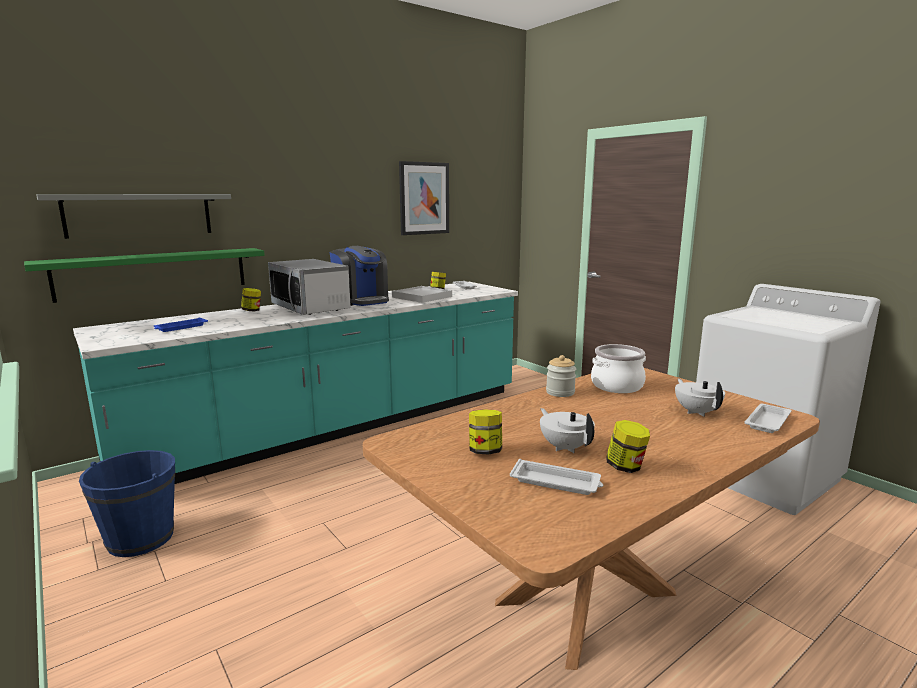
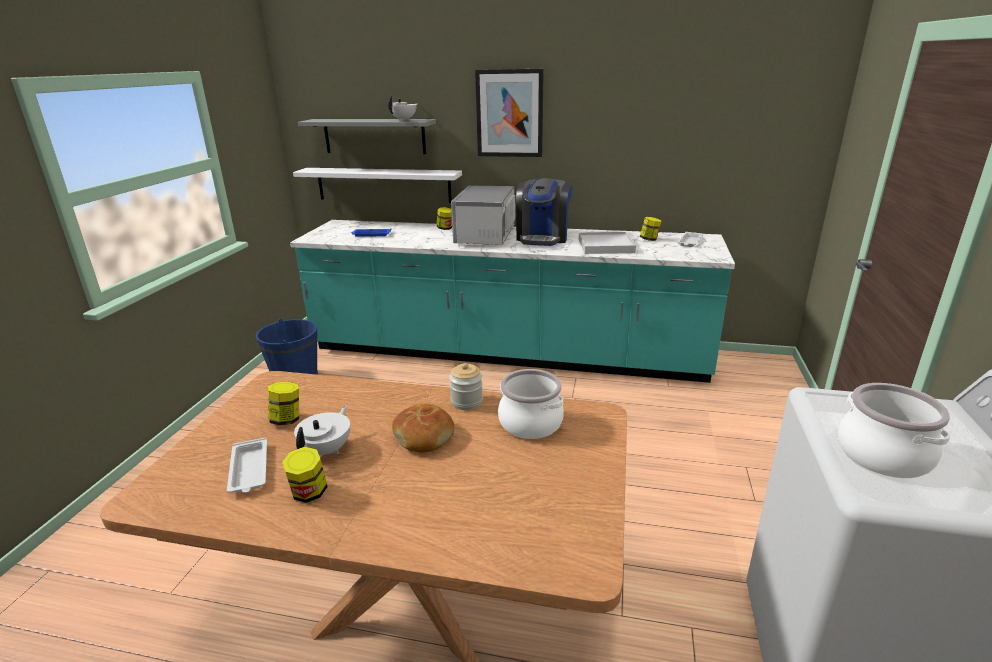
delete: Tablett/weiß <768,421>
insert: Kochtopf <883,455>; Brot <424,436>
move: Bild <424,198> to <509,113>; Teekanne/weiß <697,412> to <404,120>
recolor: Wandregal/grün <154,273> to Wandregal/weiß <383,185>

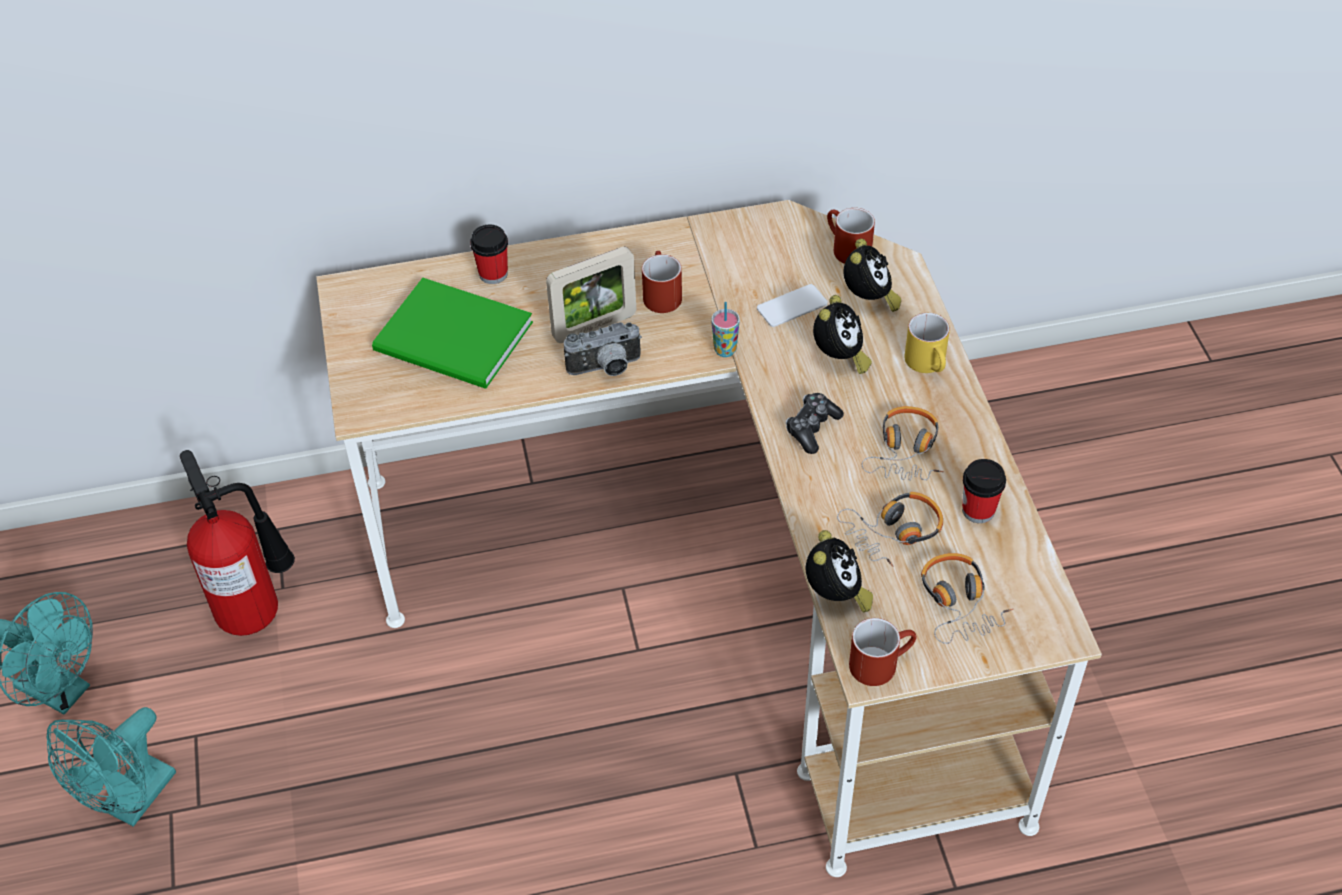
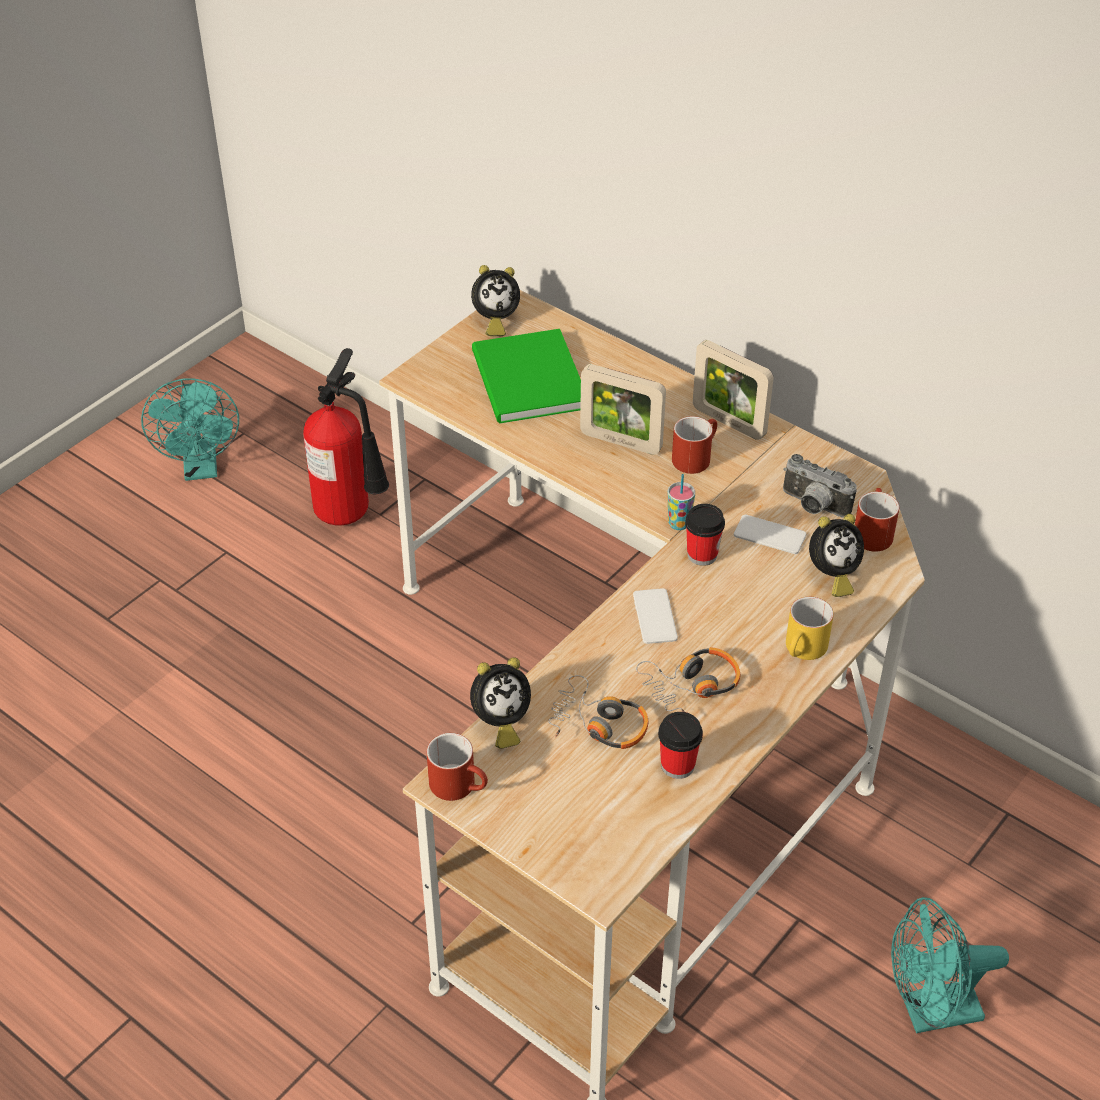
delete: Kopfhörer <959,603>
insert: Bilderrahmen <729,422>
move: Tasse <493,274> to <702,555>; Wecker <839,358> to <494,321>; Kamera <606,369> to <812,506>; Ventilator/türkis <132,802> to <930,1013>
replace: Gamepad <812,428> to Handy <655,617>

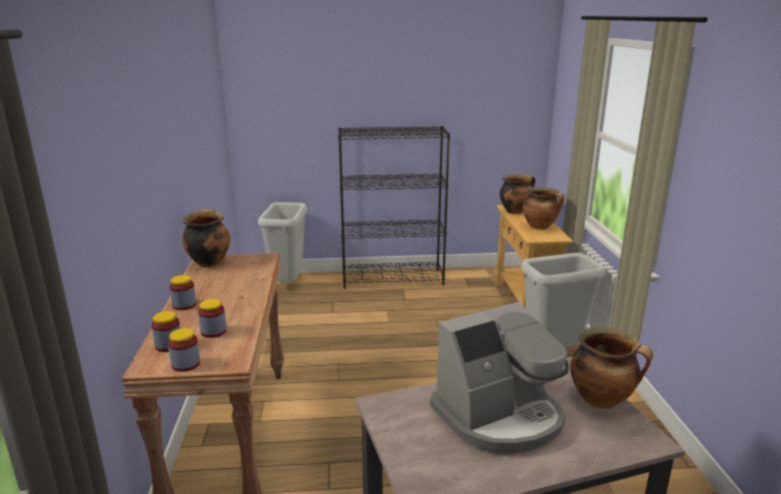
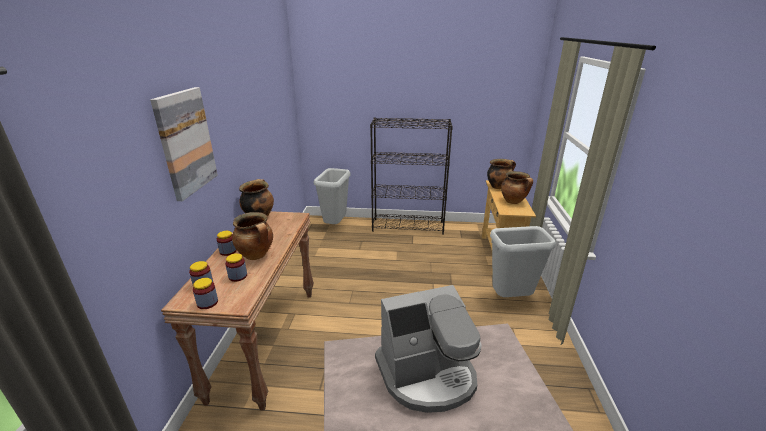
insert: Bild <185,142>
move: Kochtopf <602,400> to <257,255>

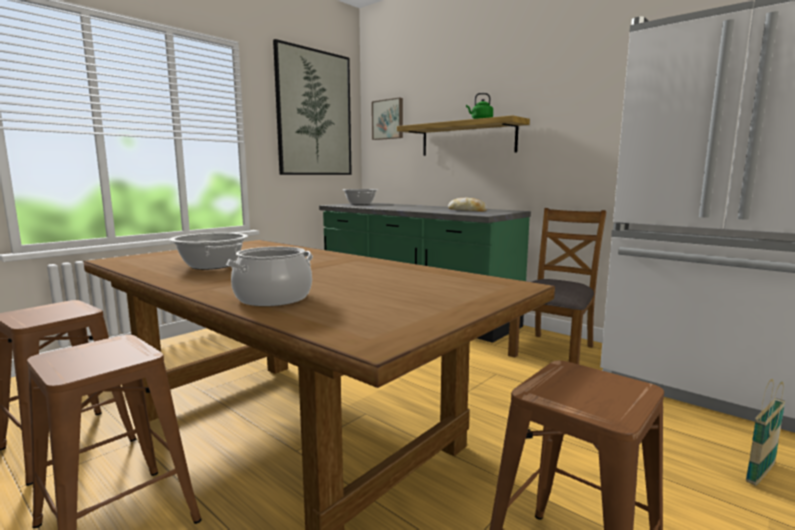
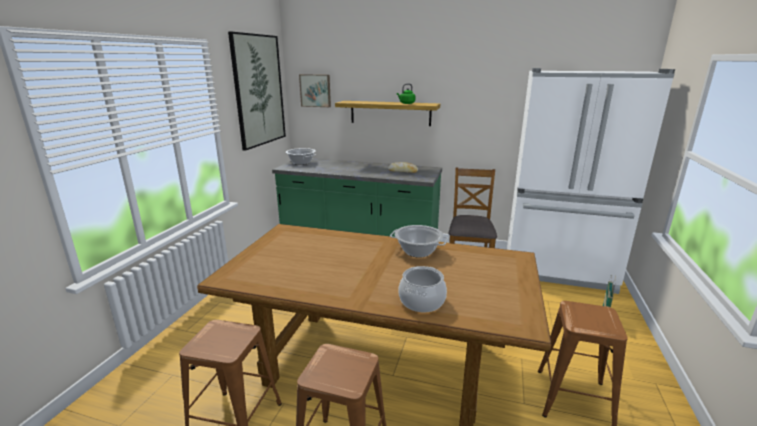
move: Kochtopf <212,266> to <418,251>

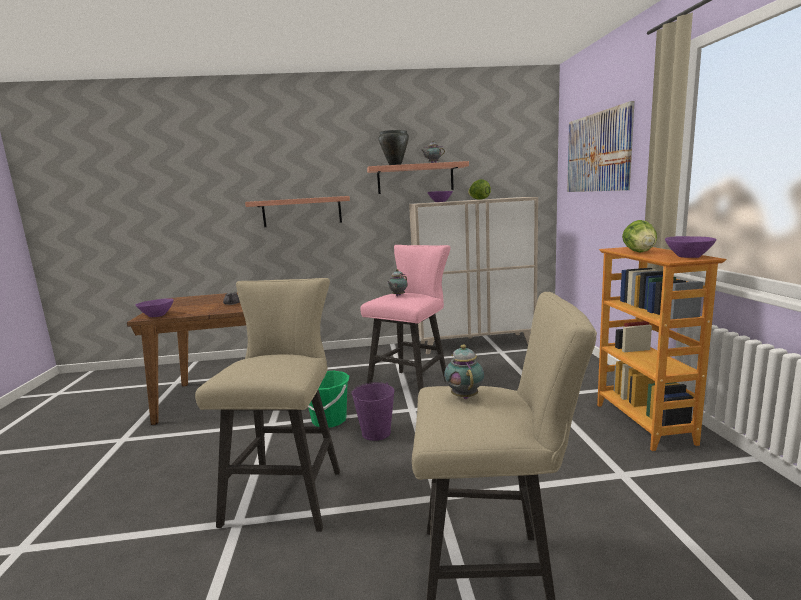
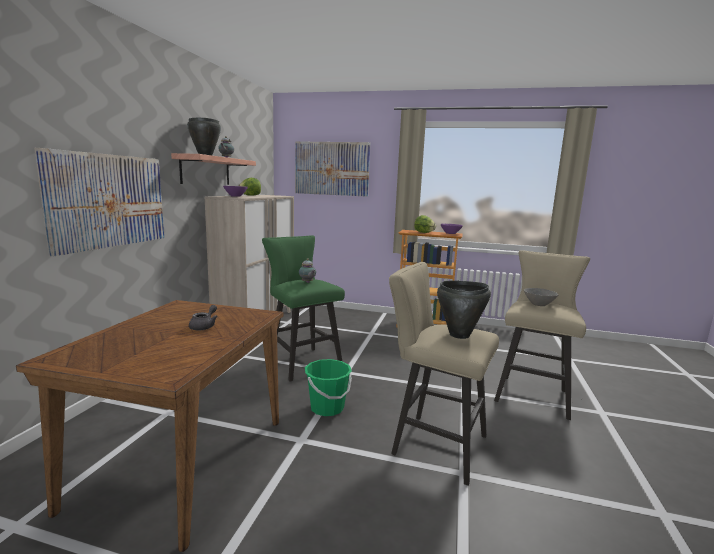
delete: Schüssel/lila <157,315>; Eimer/lila <376,433>
insert: Kochtopf/schwarz <459,335>
replace: Wandregal <302,211> to Bild <109,201>; Teekanne <464,396> to Schüssel/grau <539,304>
recolor: Hocker/rosa <412,384> to Hocker/grün <301,361>

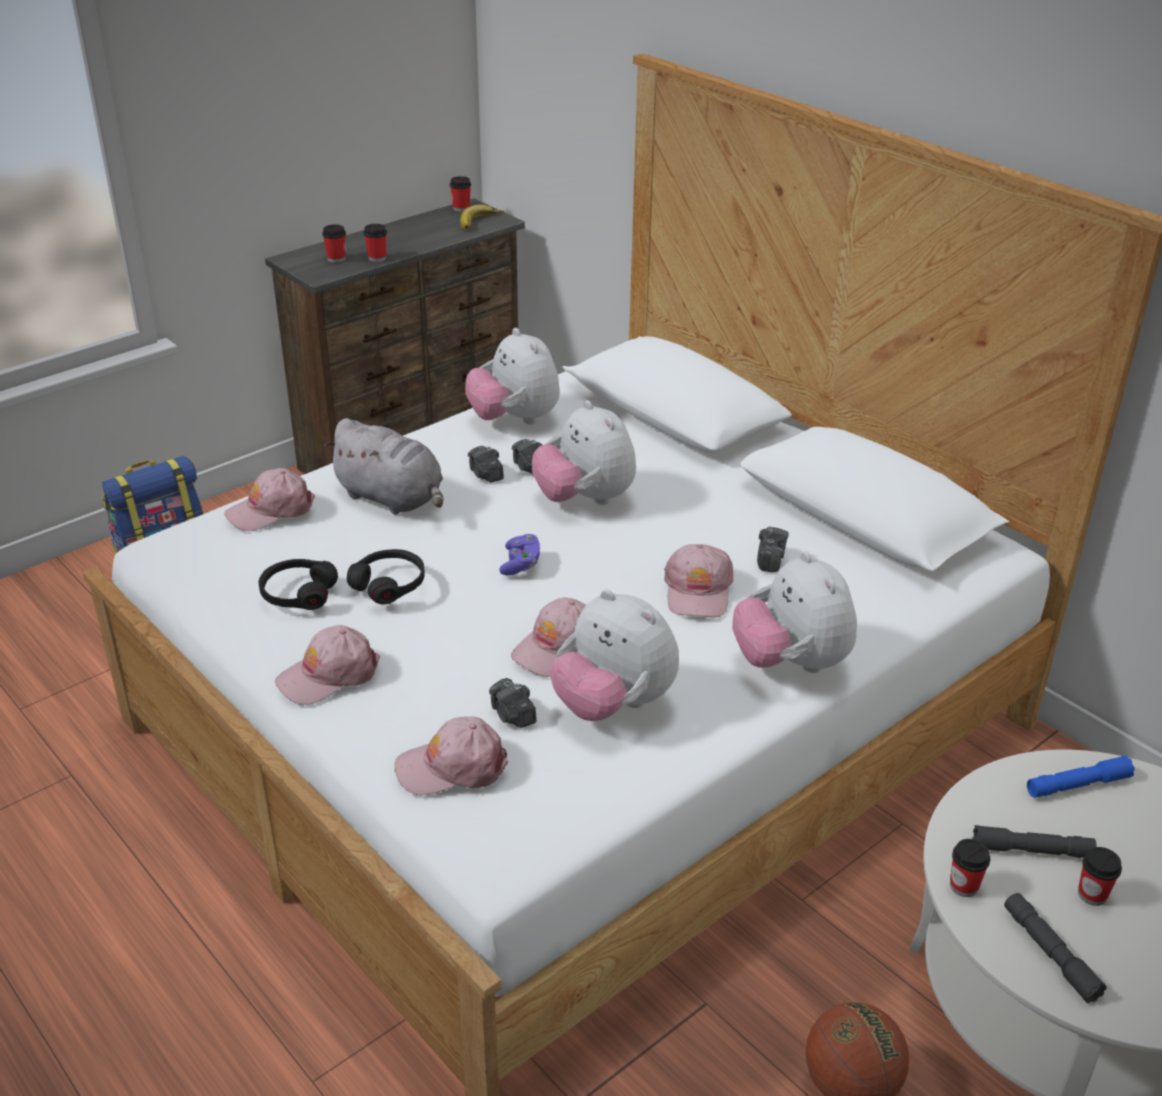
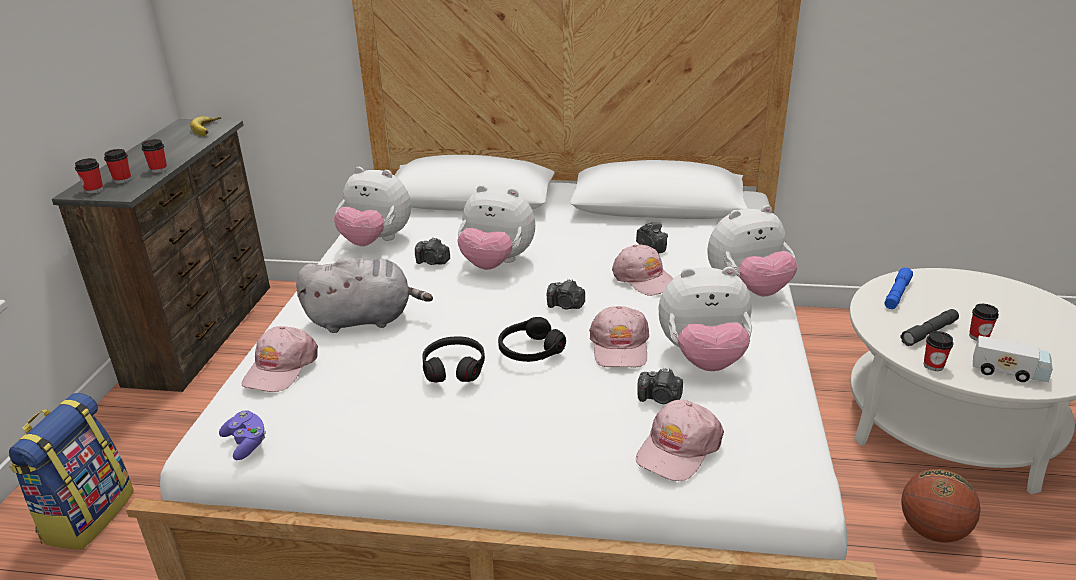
delete: Kappe/rosa <328,675>
move: Tasse <461,208> to <94,190>; Kamera <486,475> to <566,306>; Gamepad/lila <520,564> to <246,443>; Kopfhörer/schwarz <298,593> to <530,350>
replace: Taschenlampe/grau <1050,953> to Spielzeuglaster <1009,372>
rotate: Plüschtier <791,663> = <748,289> 45 degrees counterclockwise

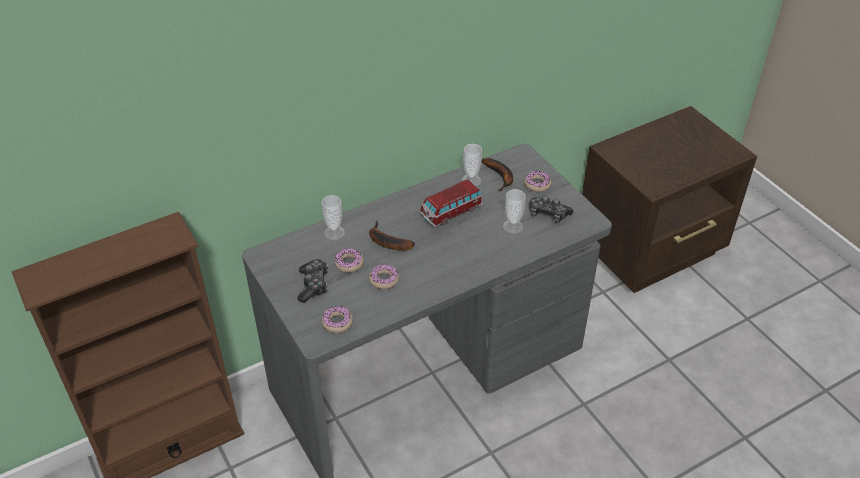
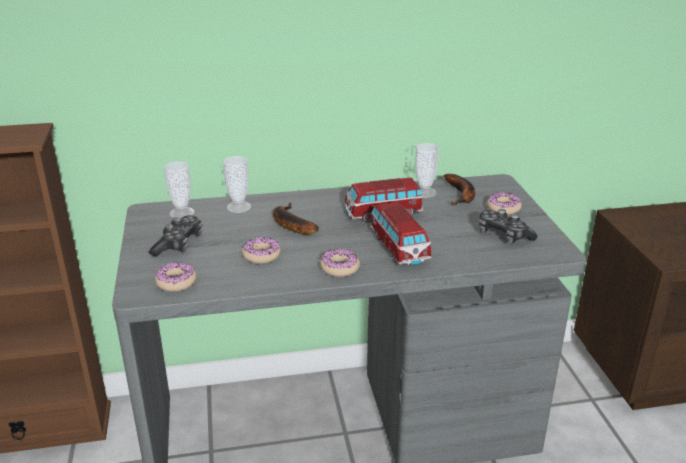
insert: Spielzeugauto <399,248>
move: Tasse <513,227> to <182,213>; Donut <349,263> to <340,268>

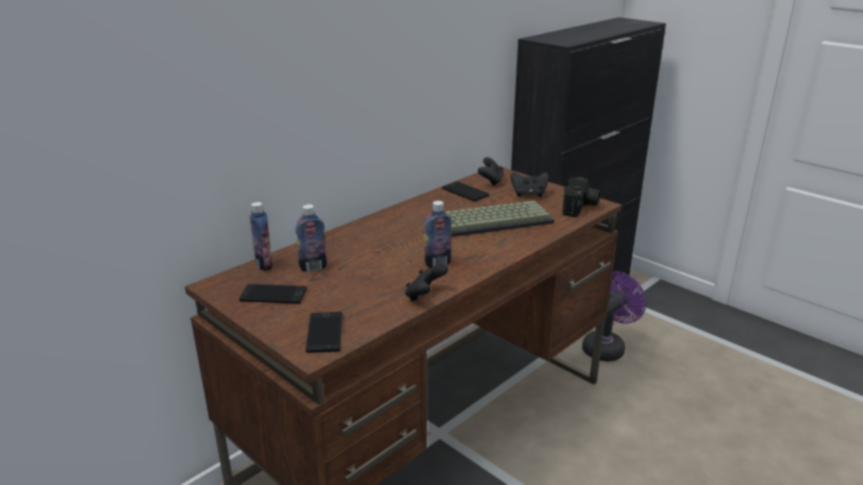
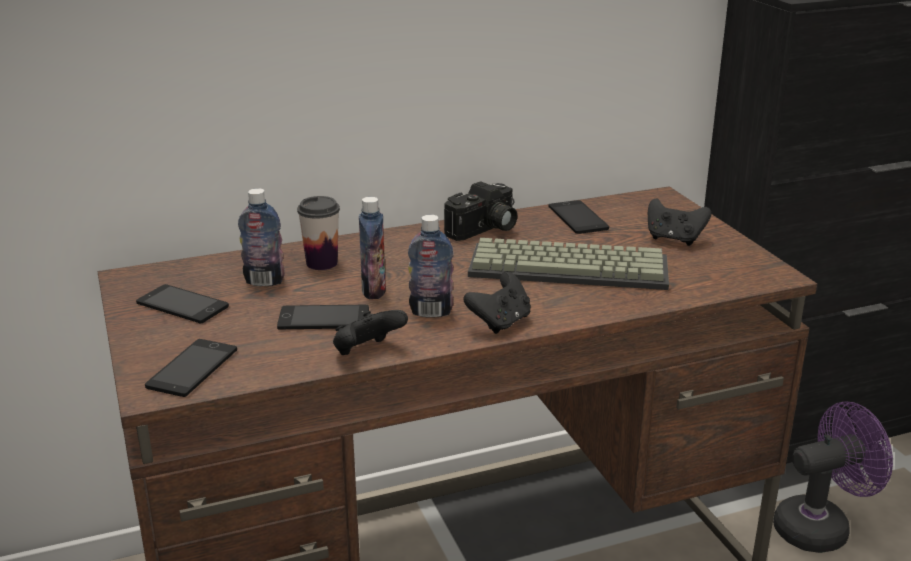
insert: Tasse <321,263>; Handy <323,319>
move: Gamepad/schwarz <491,181> to <500,323>; Kamera <580,207> to <485,230>; Flasche <264,265> to <373,291>

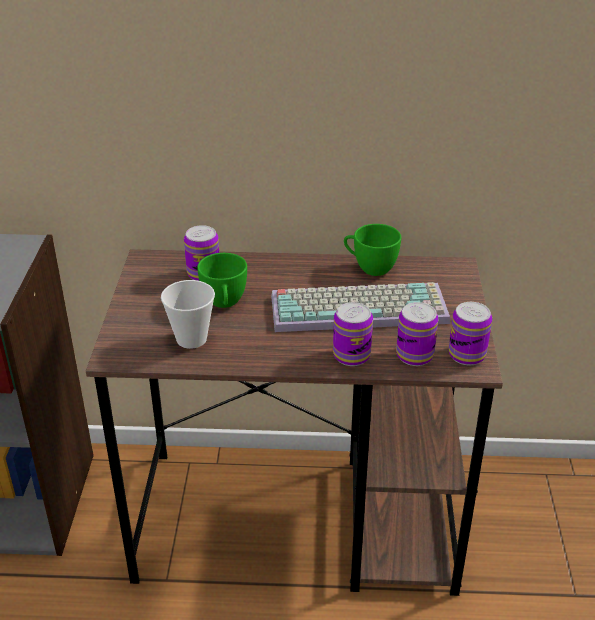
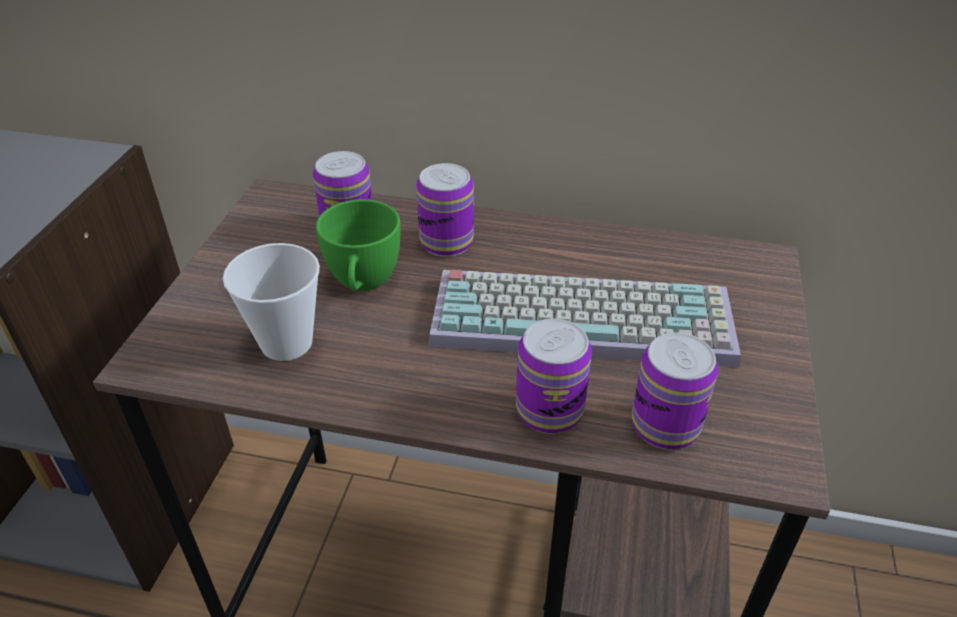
delete: Tasse/grün <370,267>
move: Dose <467,355> to <446,242>

